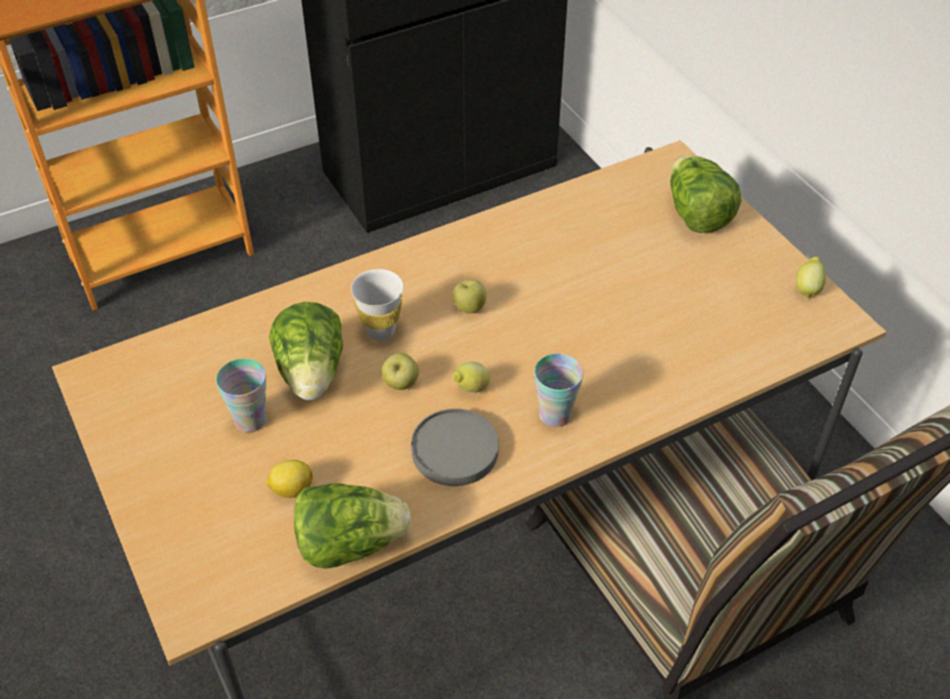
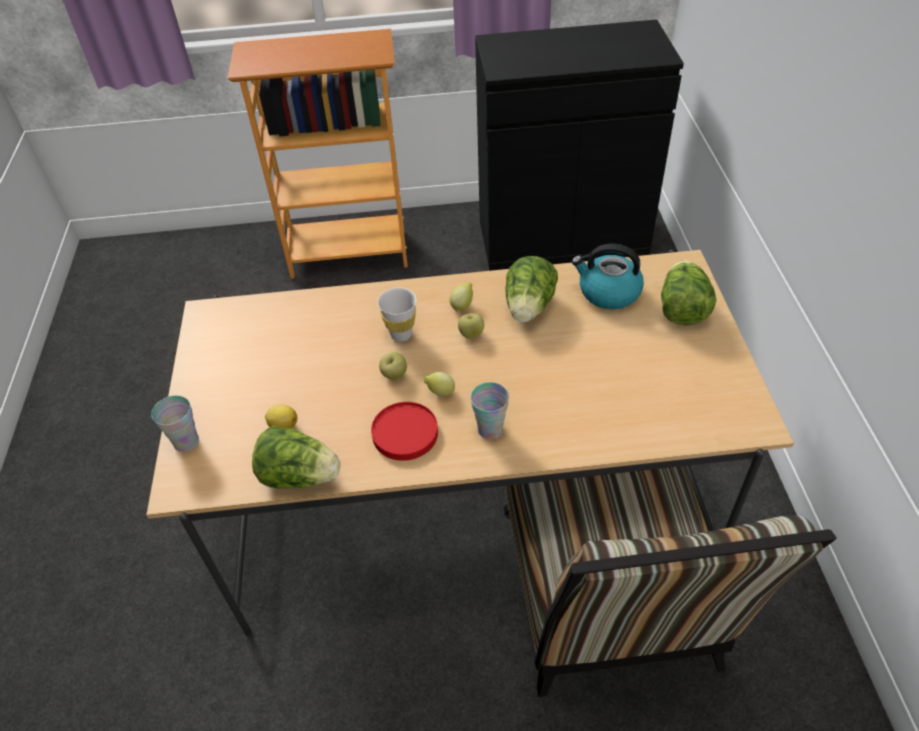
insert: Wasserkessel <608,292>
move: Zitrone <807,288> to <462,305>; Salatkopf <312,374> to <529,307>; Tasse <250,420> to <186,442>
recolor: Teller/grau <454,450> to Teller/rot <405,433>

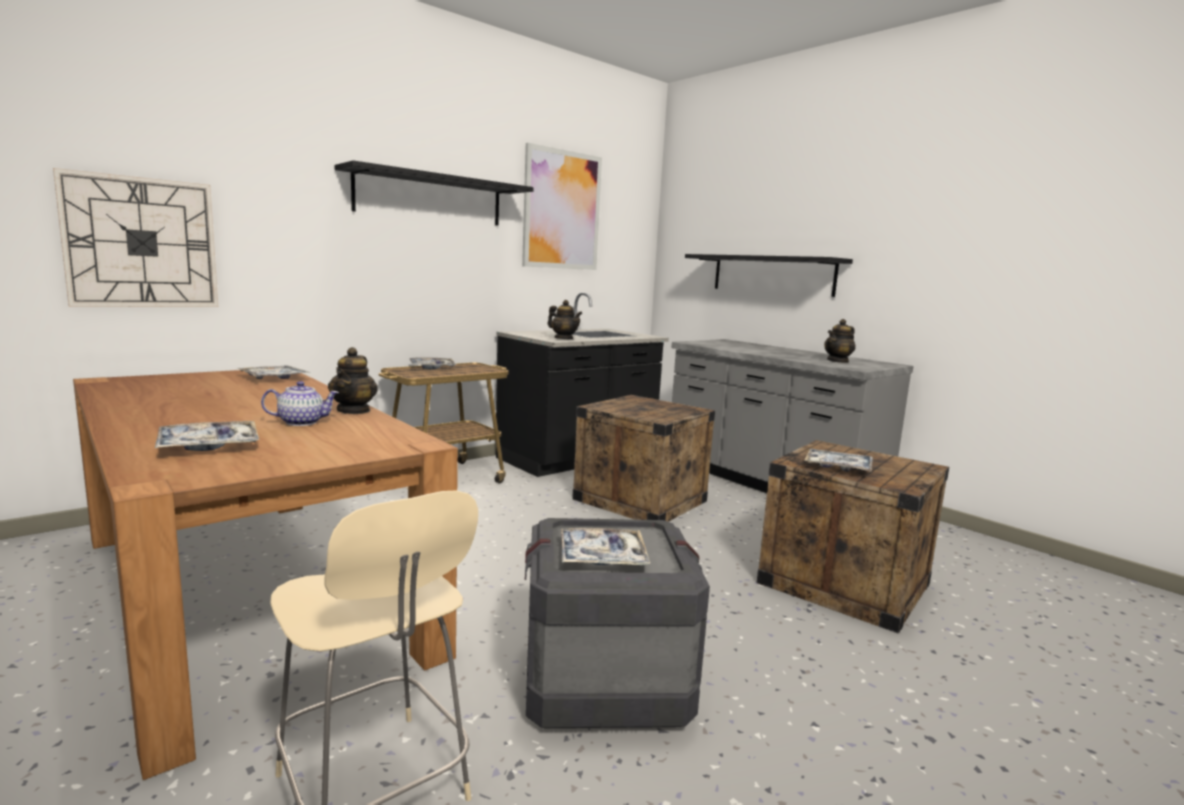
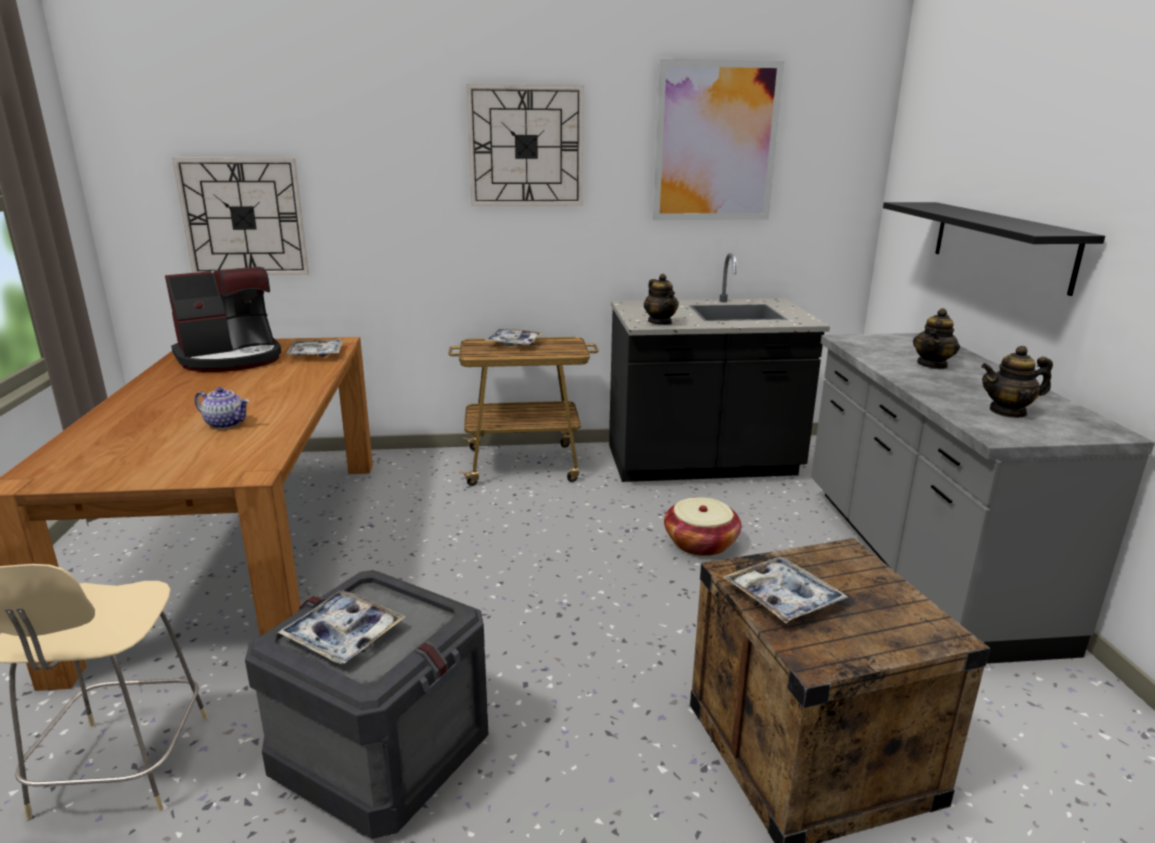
delete: Tablett <209,445>
insert: Kaffeemaschine <231,358>
move: Teekanne <354,411> to <932,365>
replace: Wandregal/schwarz <430,198> to Wanduhr <526,146>; Kiste <640,500> to Korb <700,543>

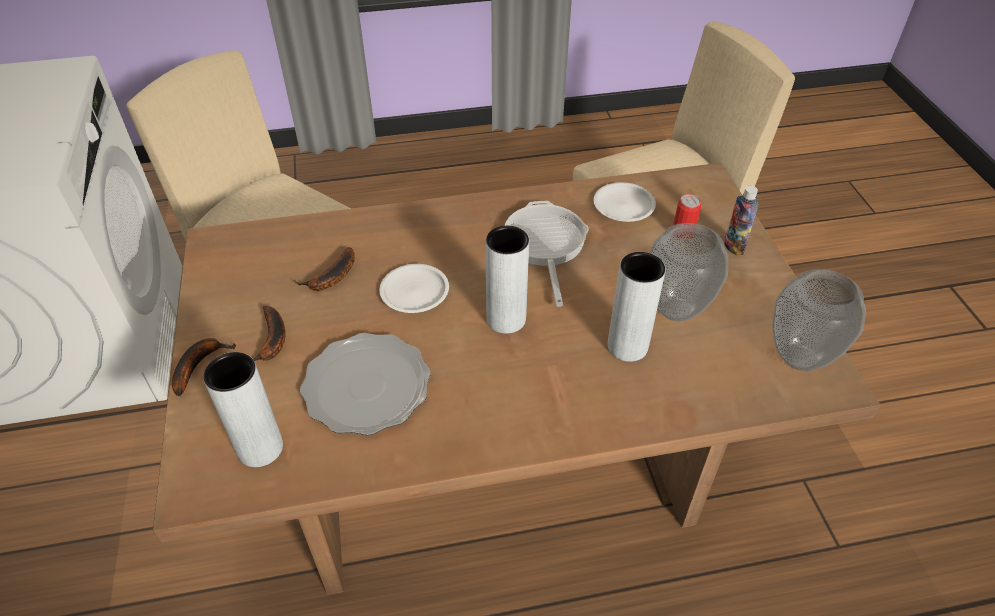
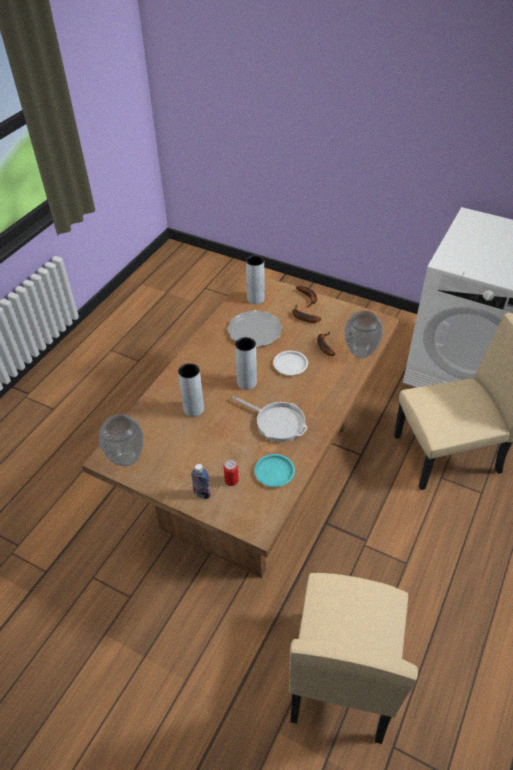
move: Vase <677,310> to <360,353>
recolor: Teller/weiß <623,206> to Teller/türkis <275,472>

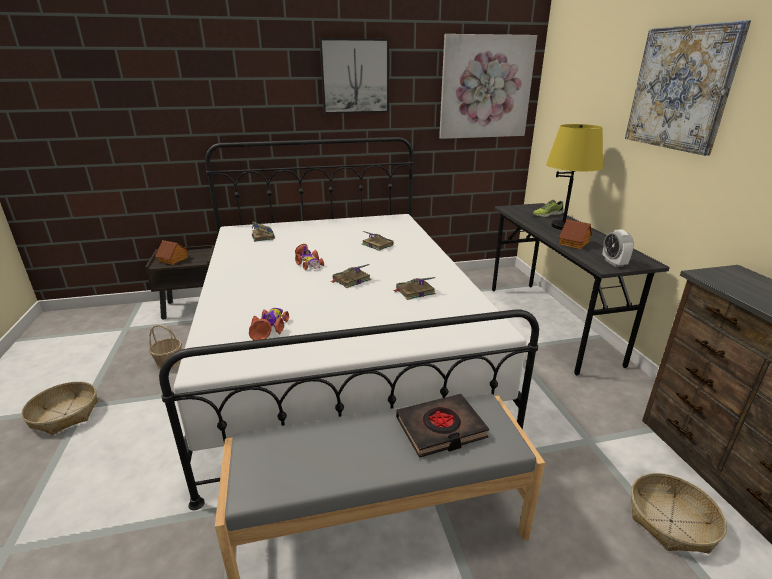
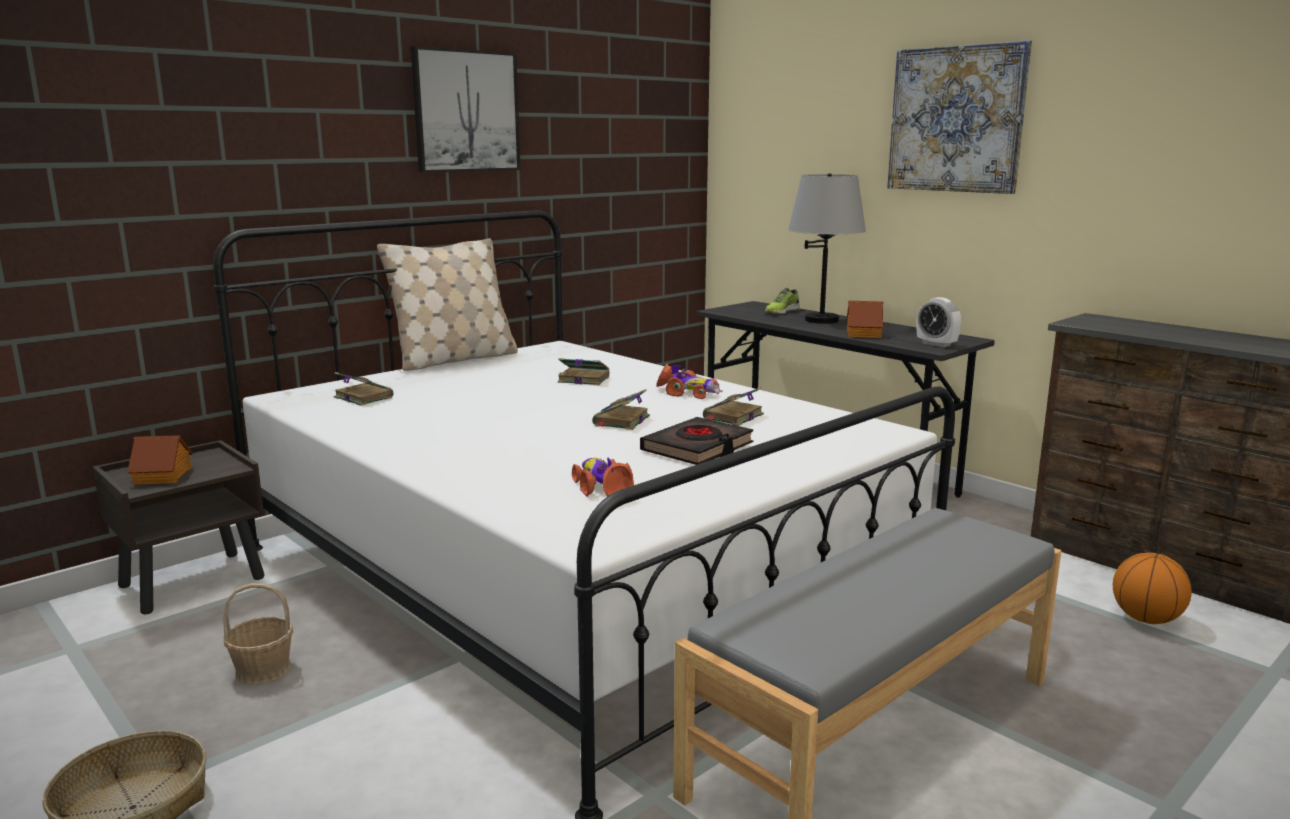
delete: Bild <485,87>
insert: Kissen/beige <454,359>
move: Spielzeugauto <308,263> to <687,392>; Buch/schwarz <441,429> to <697,448>
replace: Korb <670,521> to Basketball <1146,619>
recolor: Tischlampe/gelb <563,226> to Tischlampe/grau <822,320>

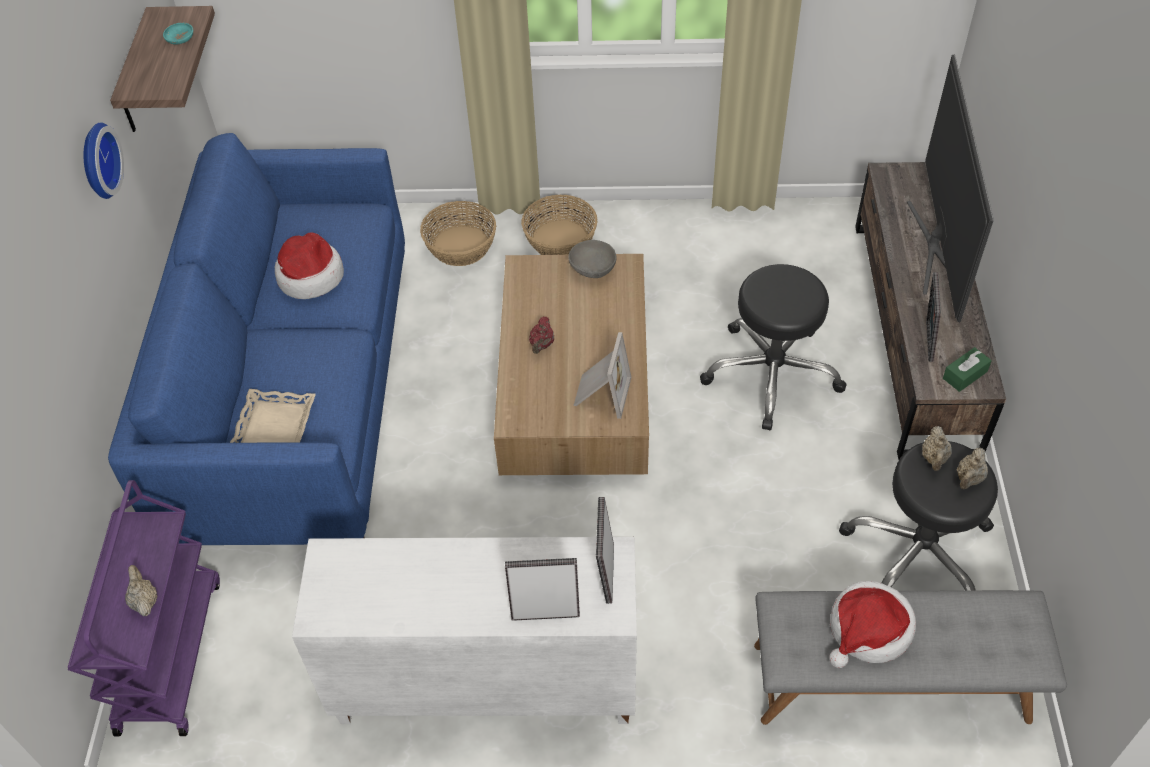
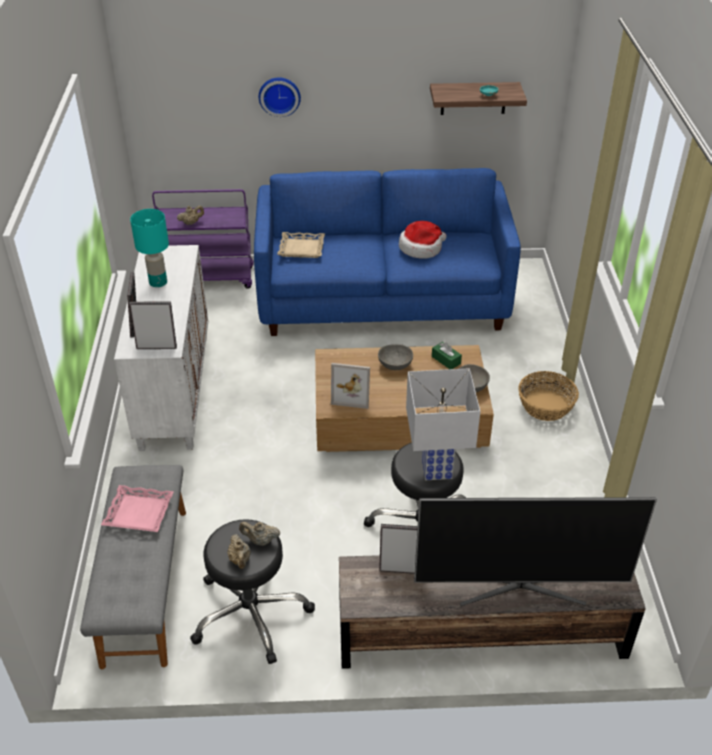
delete: Korb <461,246>
insert: Tischlampe/türkis <158,282>; Tischlampe/weiß <437,469>
move: Wanduhr <96,160> to <279,95>; Taschentuchbox/grün <965,375> to <446,360>
replace: Teekanne/rot <542,345> to Schüssel/grau <394,365>; Hut <868,631> to Tablett/rosa <138,513>
rotate: Teekanne/beige <969,479> = <240,560> 135 degrees counterclockwise

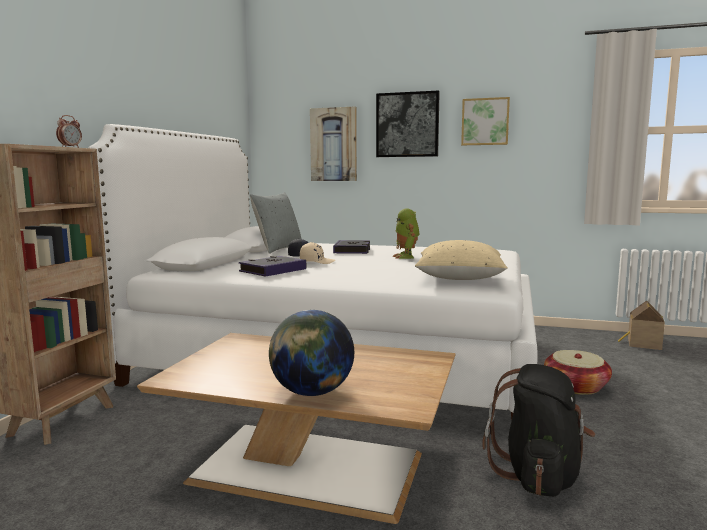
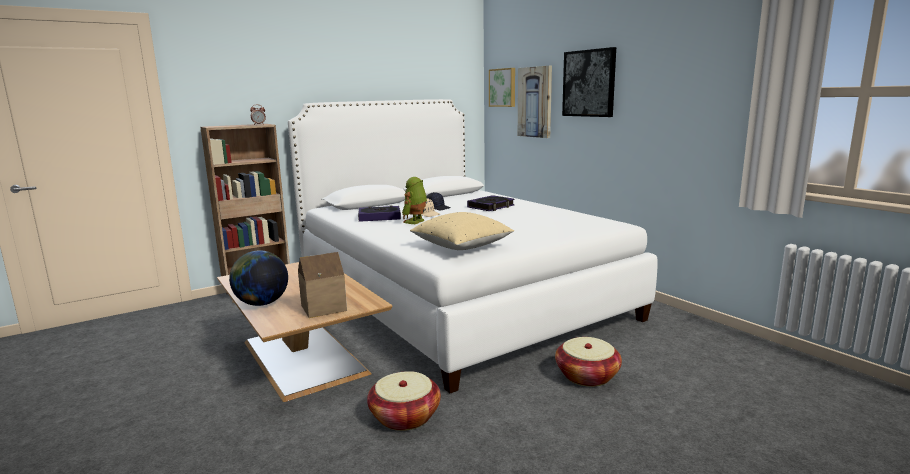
delete: Kissen/grau <278,249>
move: Bild <485,122> to <503,87>; Spielzeugroboter <406,257> to <416,222>; Spielzeughaus <642,344> to <322,307>
replace: Rucksack/schwarz <538,475> to Korb <405,417>

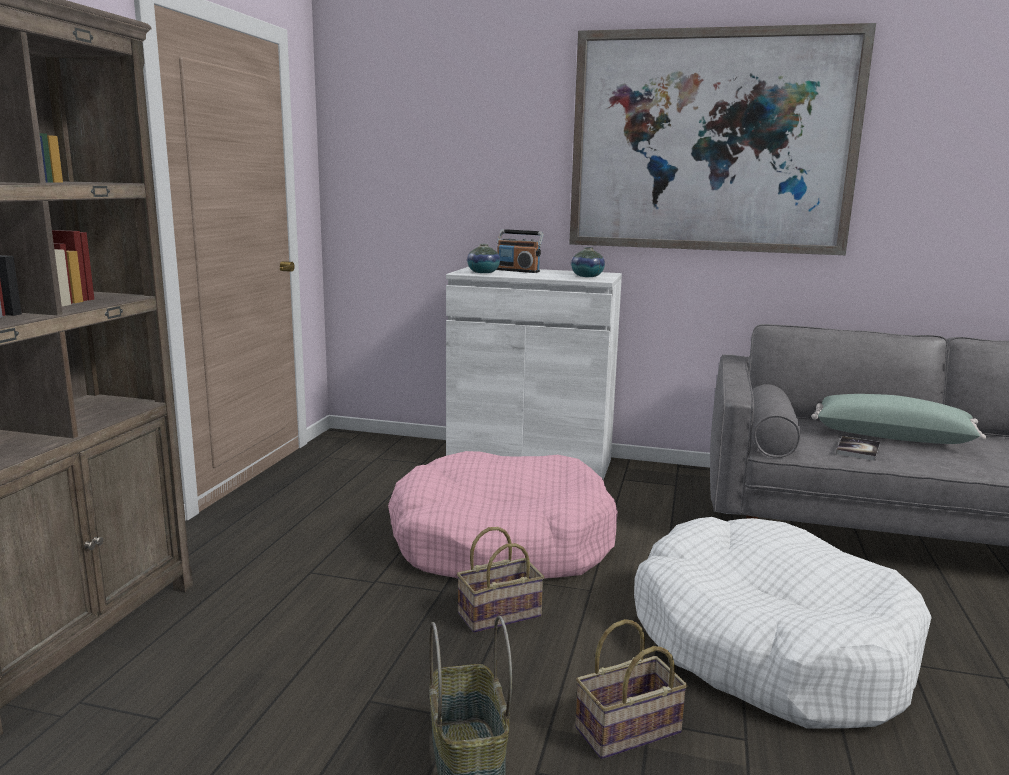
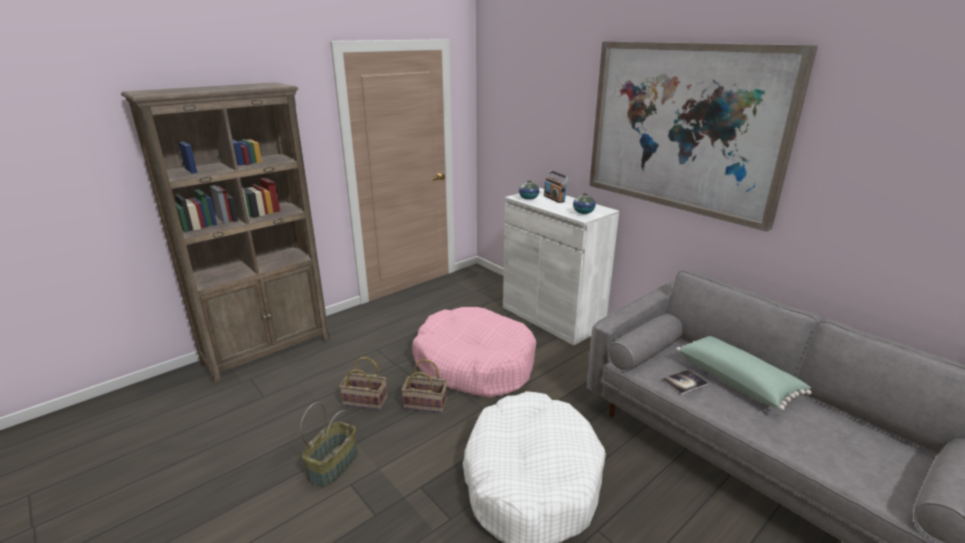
move: Korb <627,732> to <364,401>

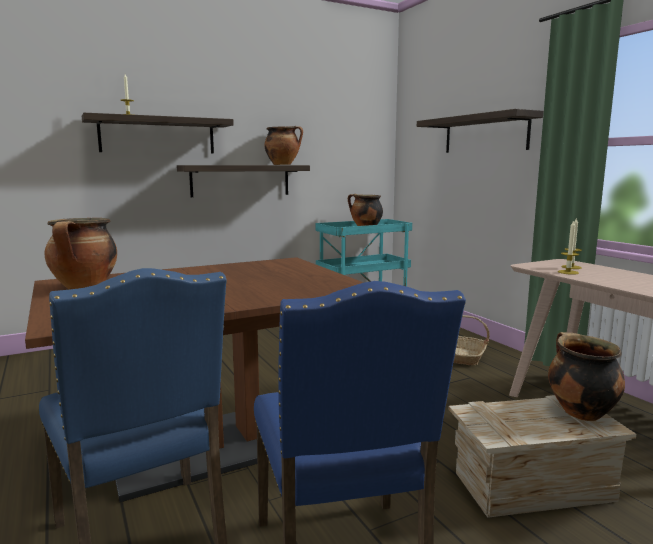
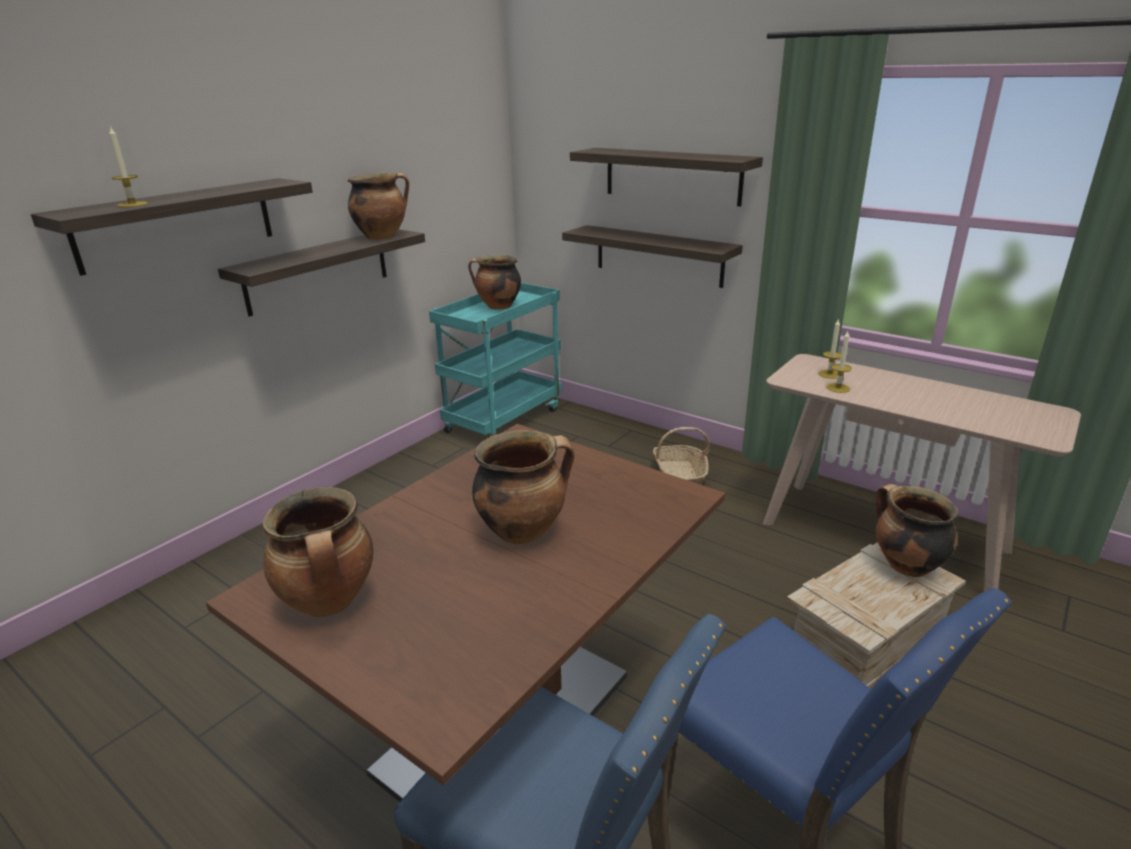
insert: Wandregal <658,255>; Kochtopf <523,530>

